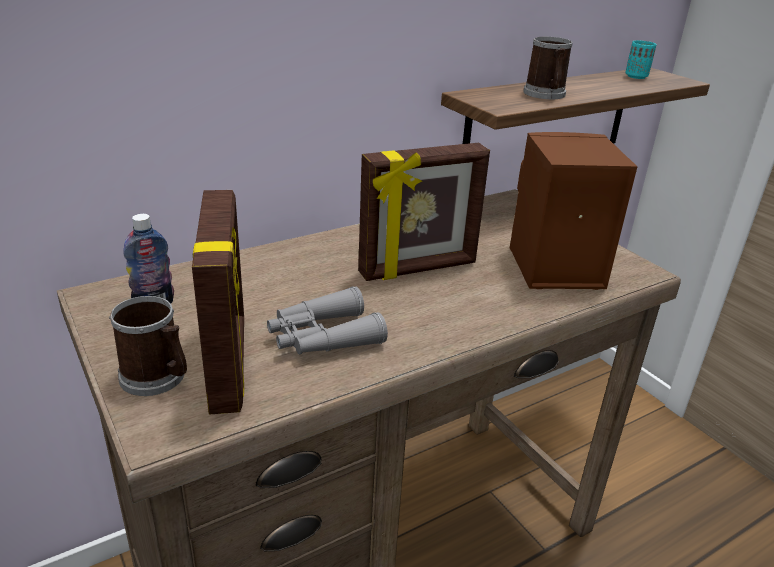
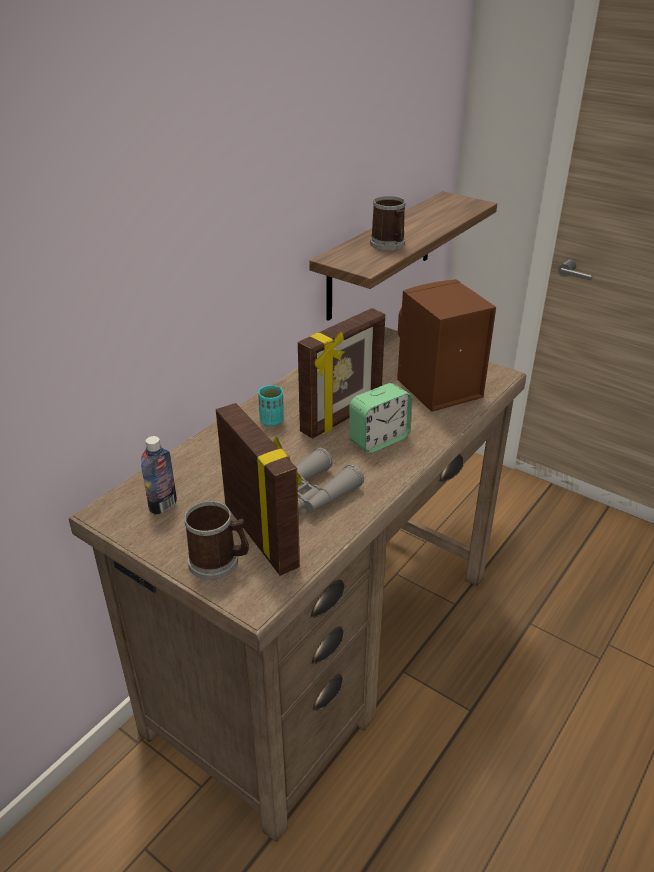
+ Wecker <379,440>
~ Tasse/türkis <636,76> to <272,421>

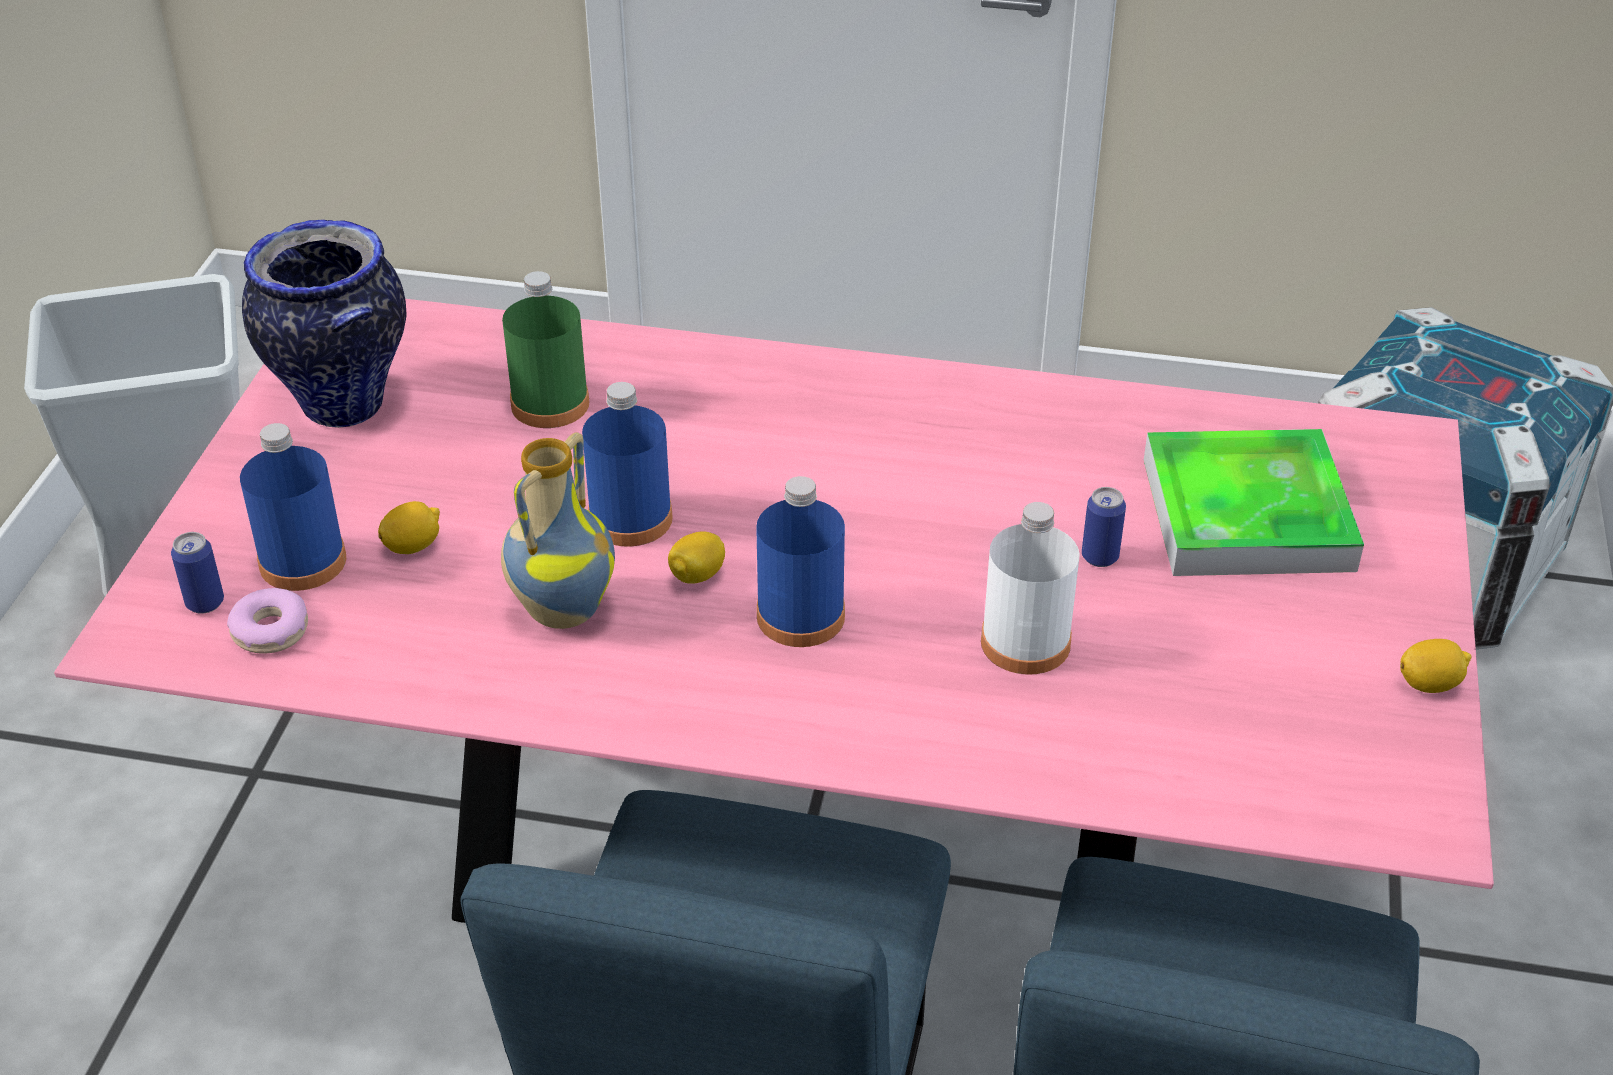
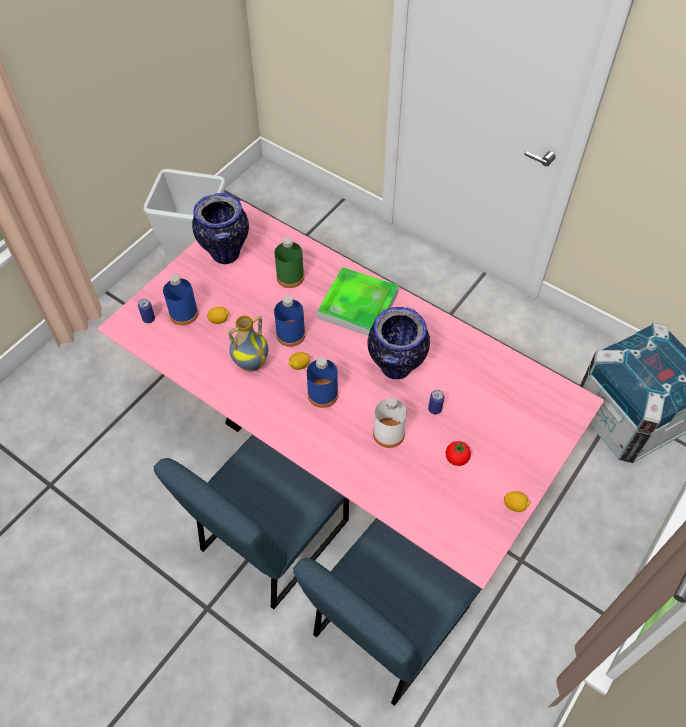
- Donut <271,630>
+ Vase <396,368>
+ Tomate <456,458>
~ Tablett <1247,514> to <358,305>

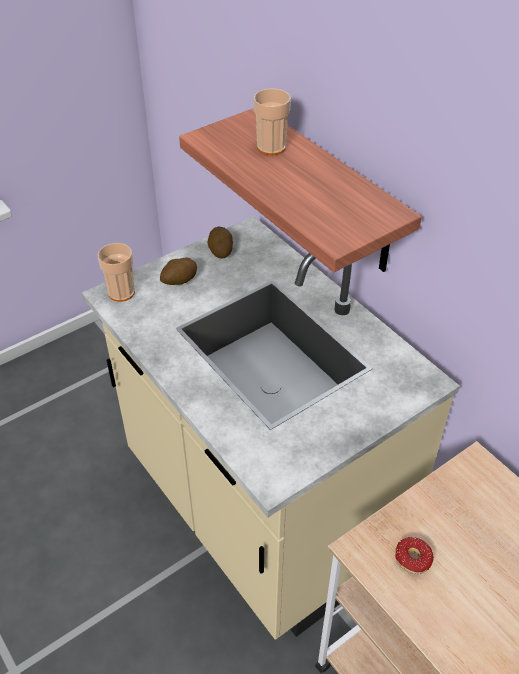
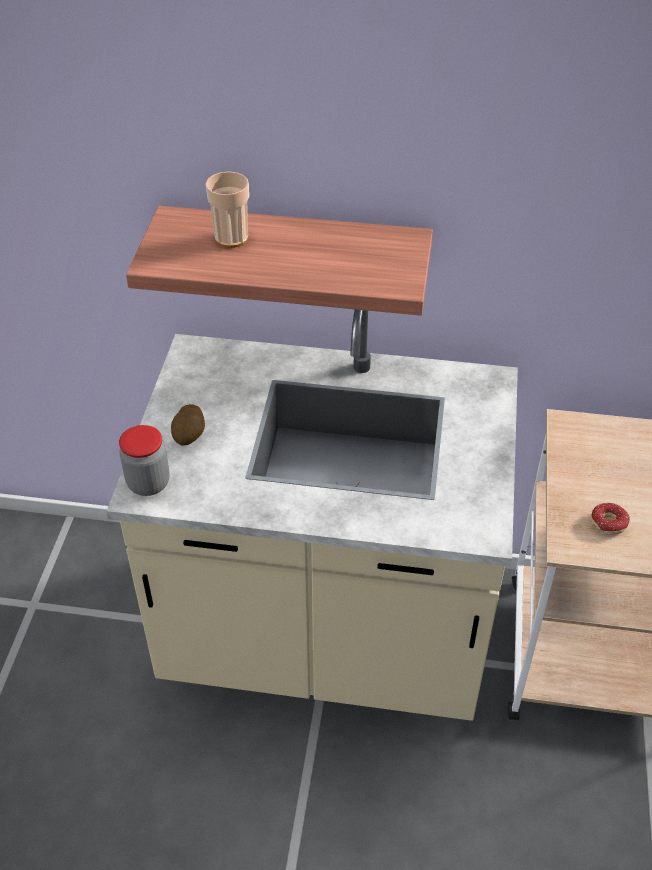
- Kartoffel <220,250>
~ Tasse <121,292> to Vorratsglas <148,483>

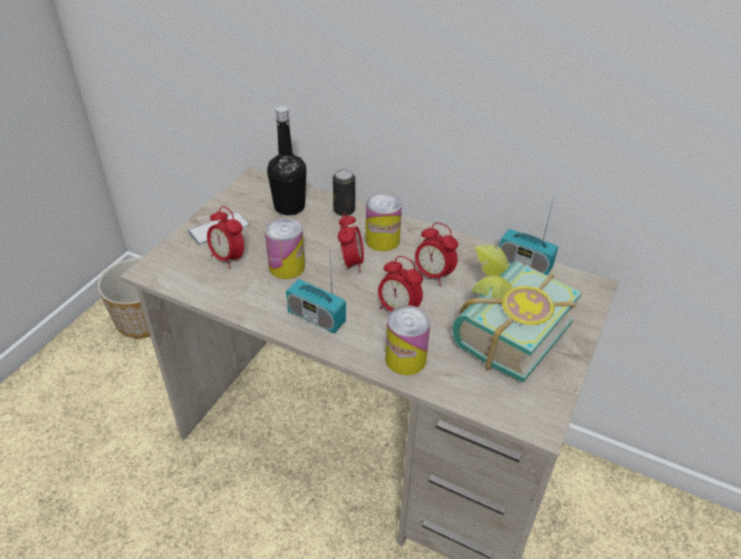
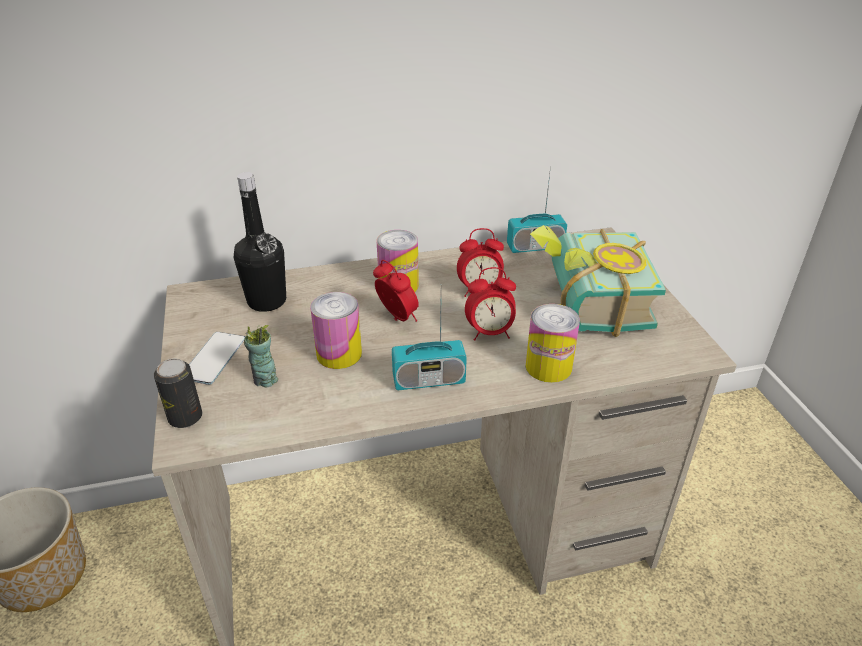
~ Dose <344,210> to <185,418>
~ Wecker <228,258> to Tasse <265,380>

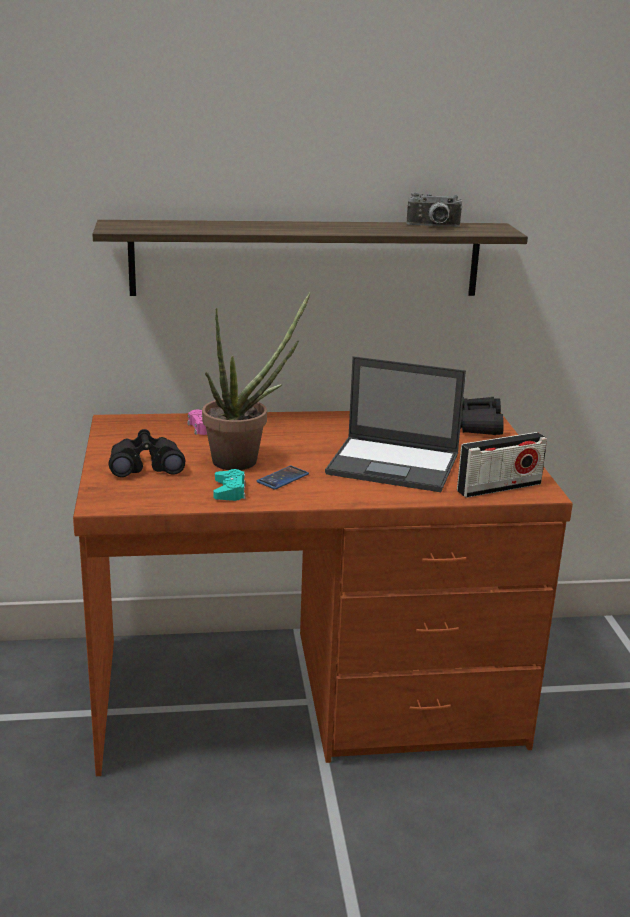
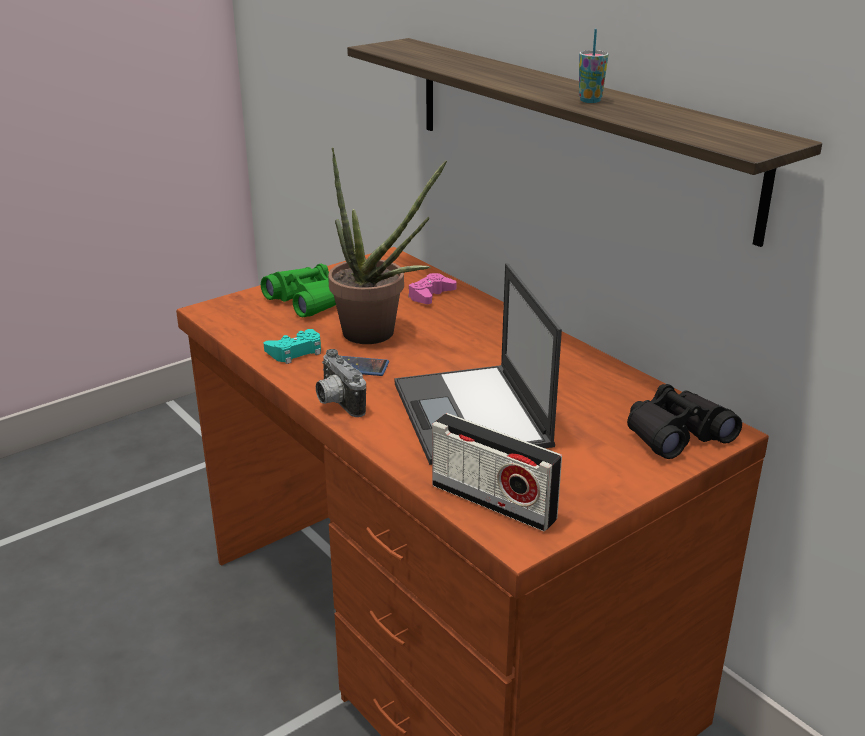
+ Tasse <590,100>
~ Kamera <433,226> to <336,403>
~ Fernglas/schwarz <146,466> to Fernglas/grün <307,301>

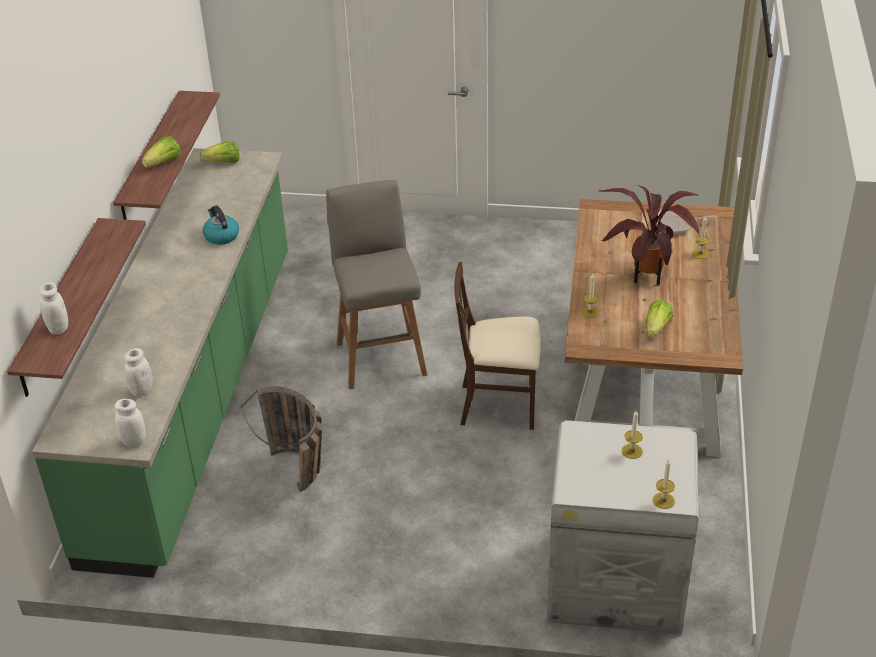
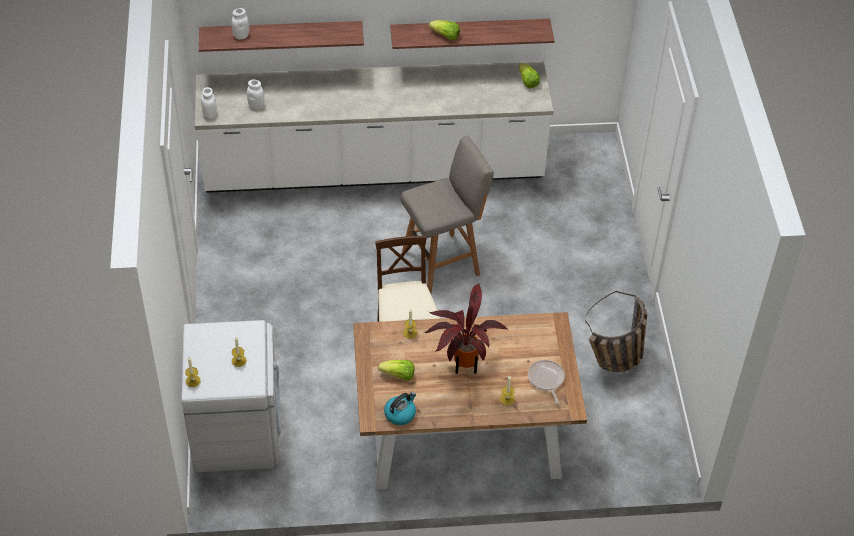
~ Wasserkessel <221,236> to <400,414>
~ Korb <301,477> to <614,364>
~ Küchenzeile/grün <197,397> to Küchenzeile/weiß <374,170>

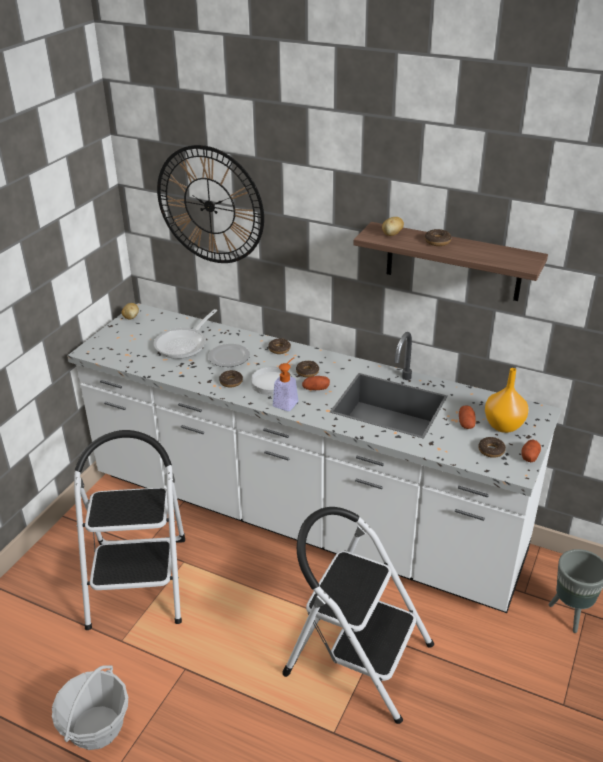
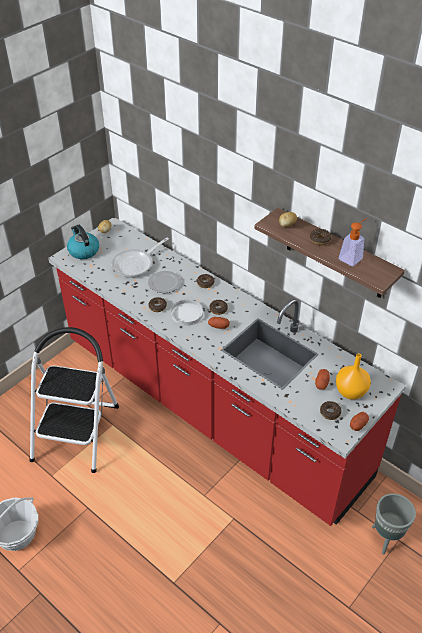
- Wanduhr <209,206>
- Trittleiter <354,657>
+ Wasserkessel <83,251>
~ Seifenspender <287,402> to <352,257>
~ Küchenzeile/weiß <303,518> to Küchenzeile/rot <211,408>

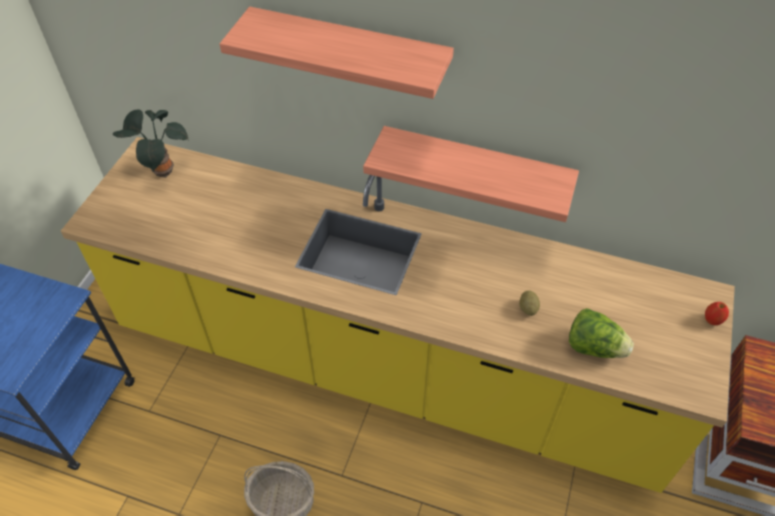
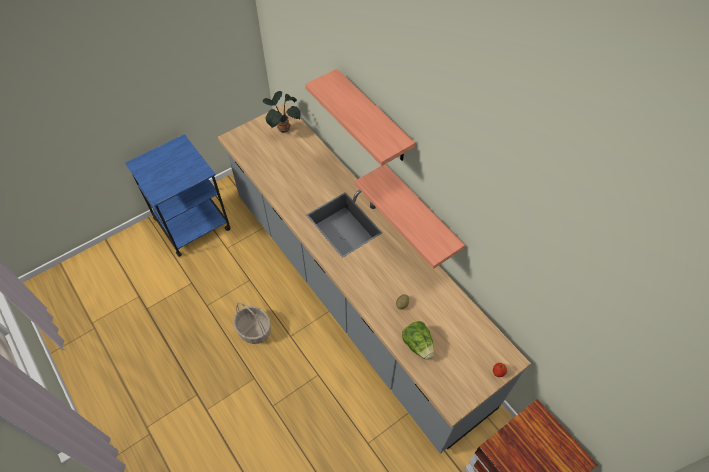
~ Küchenzeile/gelb <387,366> to Küchenzeile/grau <354,296>

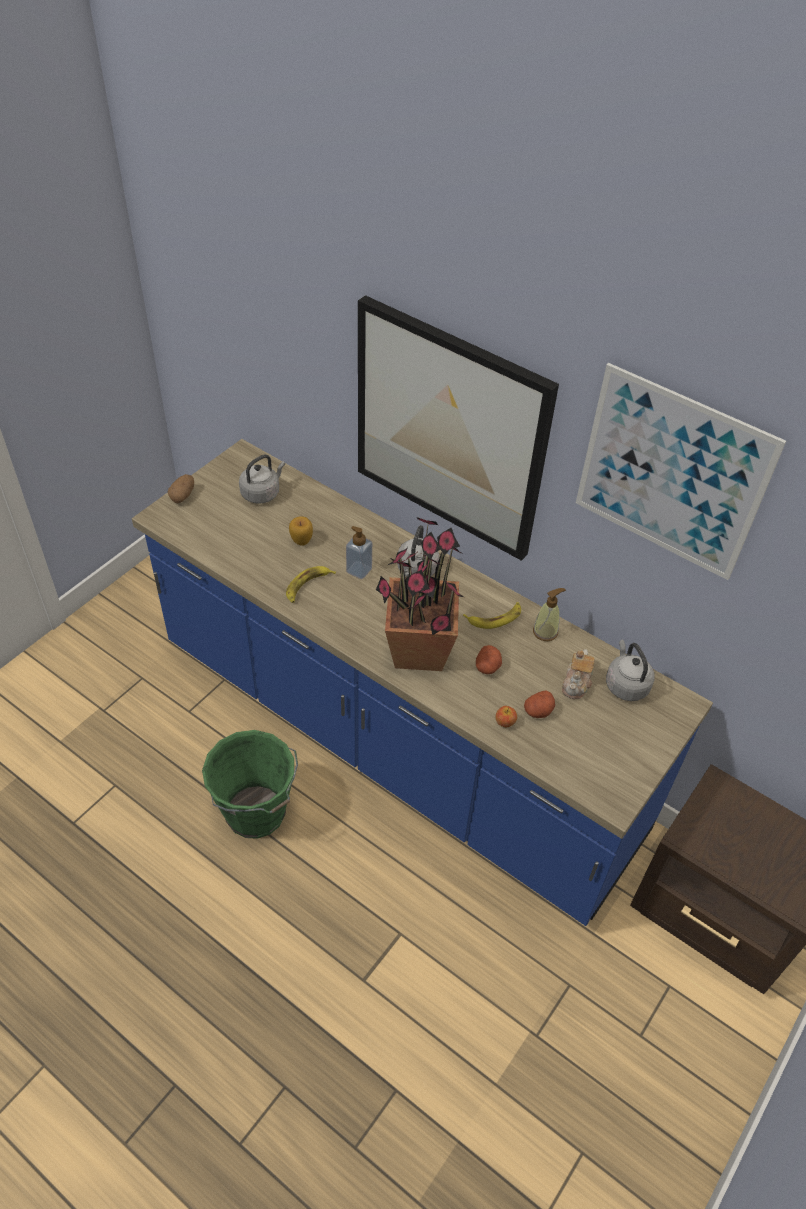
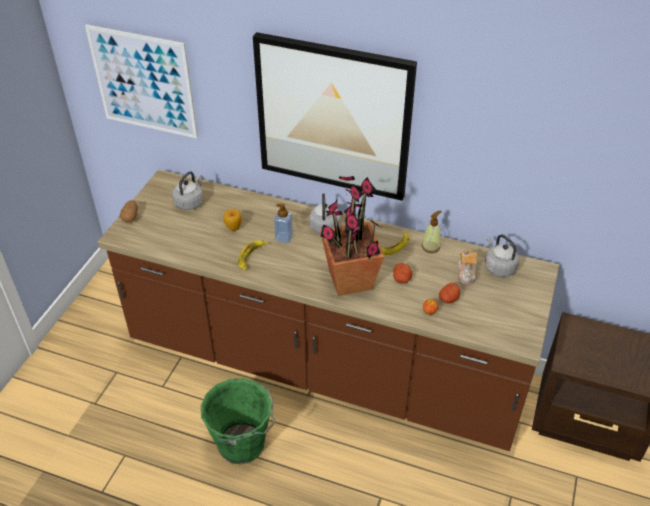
~ Bild <671,474> to <143,82>
~ Küchenzeile/blau <396,739> to Küchenzeile/braun <325,365>

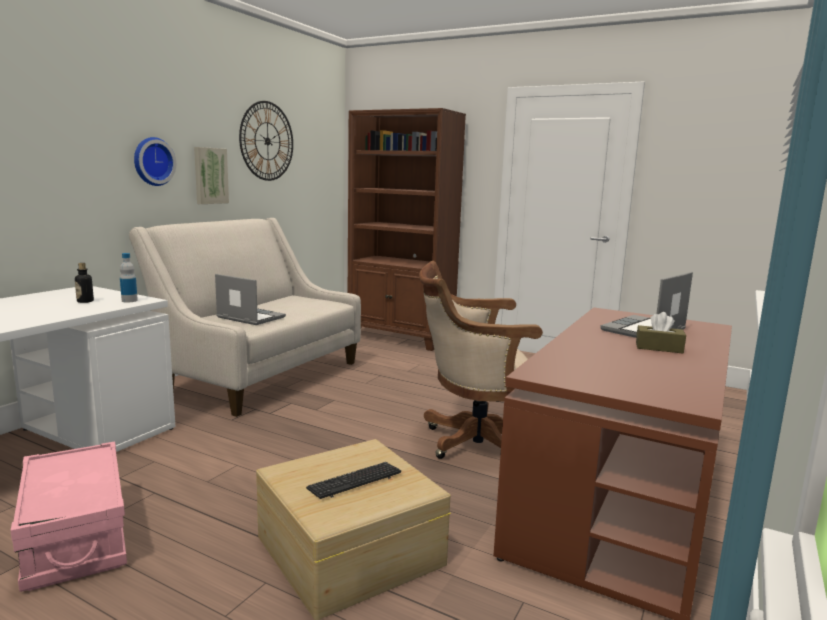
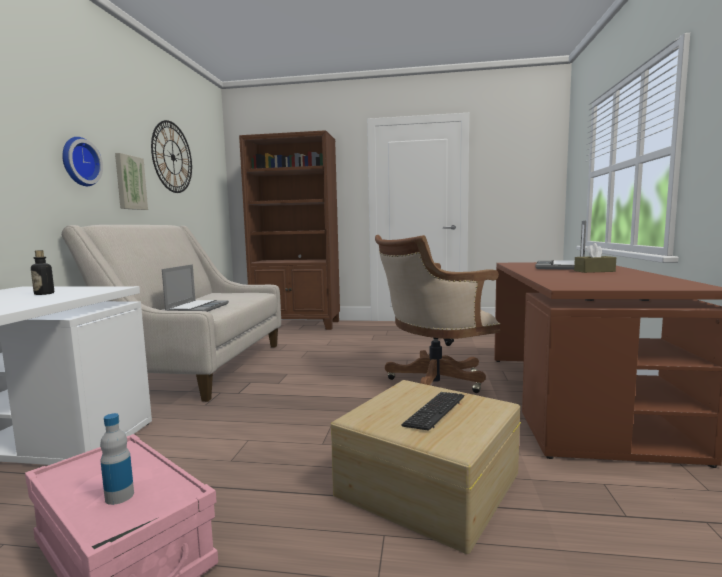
~ Flasche <129,300> to <119,496>
~ Laptop <249,317> = <197,308> 90 degrees clockwise

